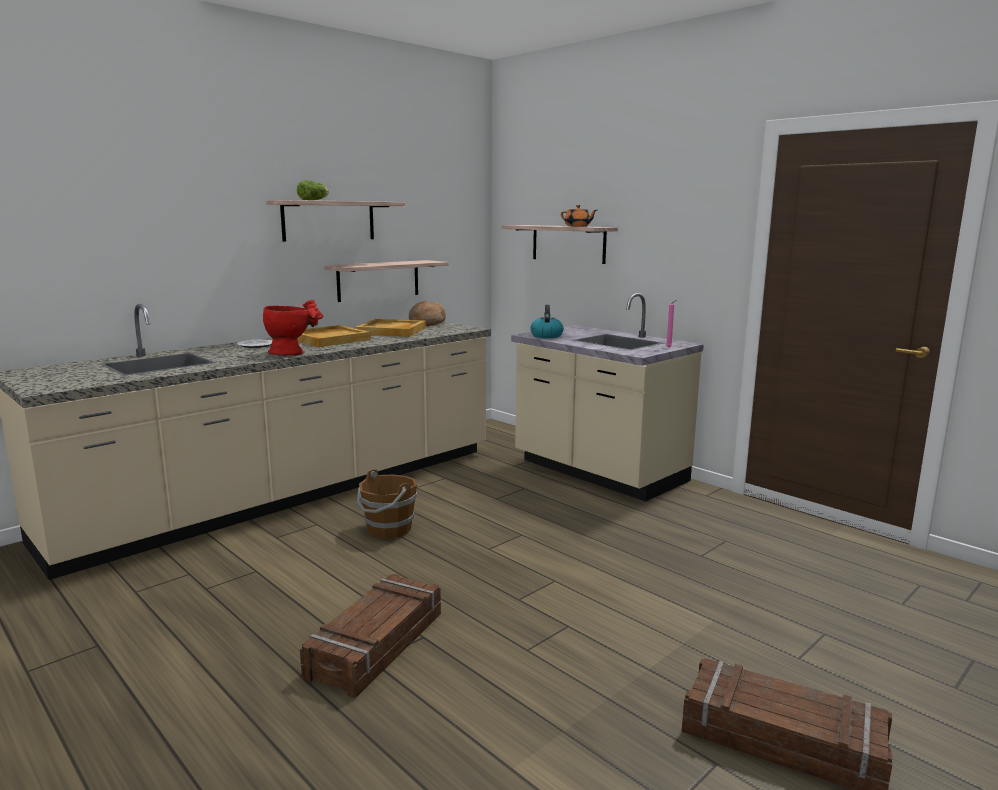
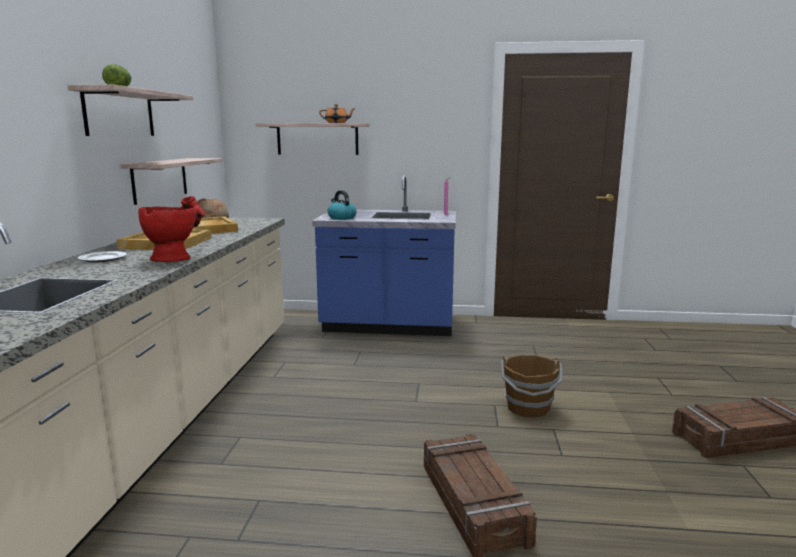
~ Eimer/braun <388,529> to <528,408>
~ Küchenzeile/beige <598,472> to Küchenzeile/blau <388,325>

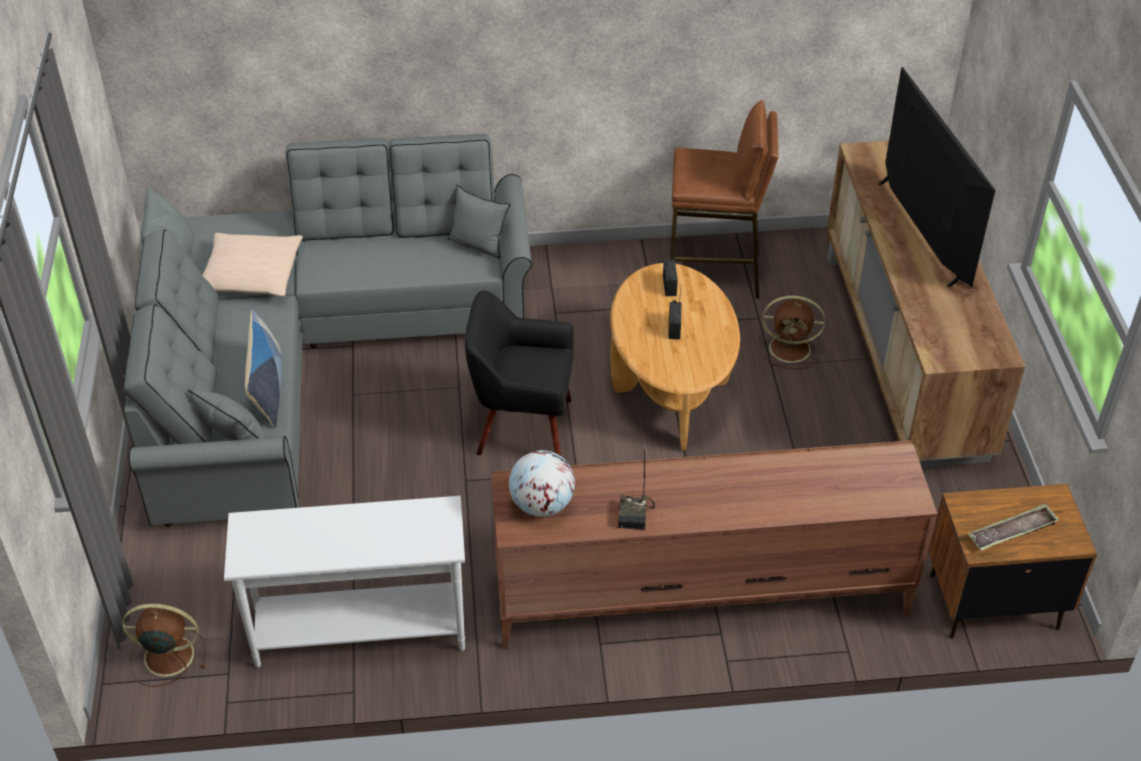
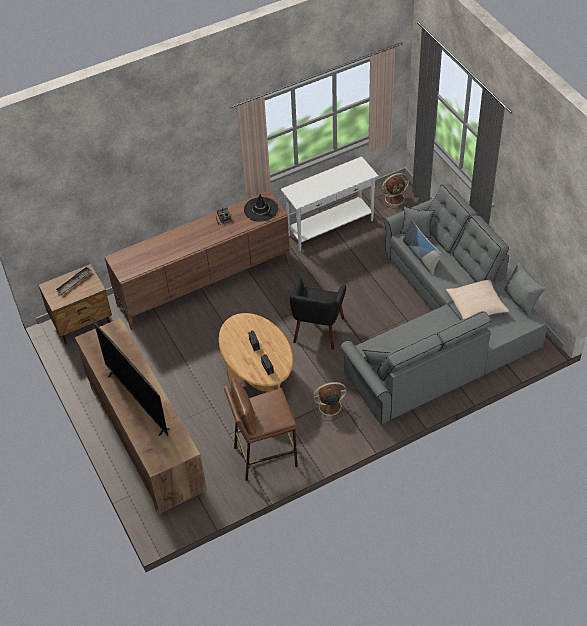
~ Ventilator/braun <792,348> to <329,406>
~ Globus <542,505> to Hut/schwarz <261,209>
~ Sessel/schwarz <522,427> = <317,330> 120 degrees clockwise

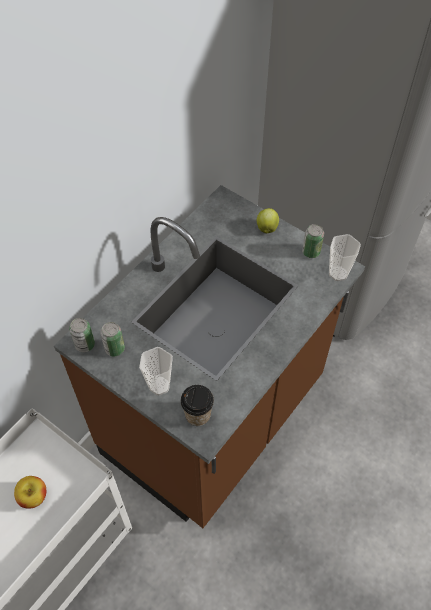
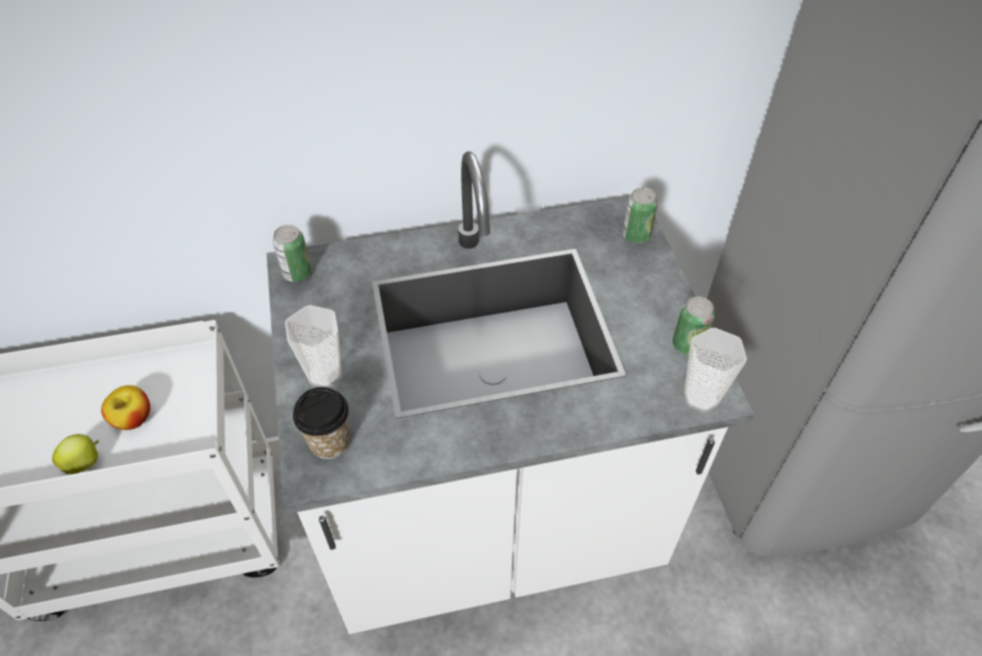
~ Dose <115,348> to <636,235>
~ Apfel <267,228> to <84,462>
~ Küchenzeile/braun <215,420> to Küchenzeile/weiß <491,523>

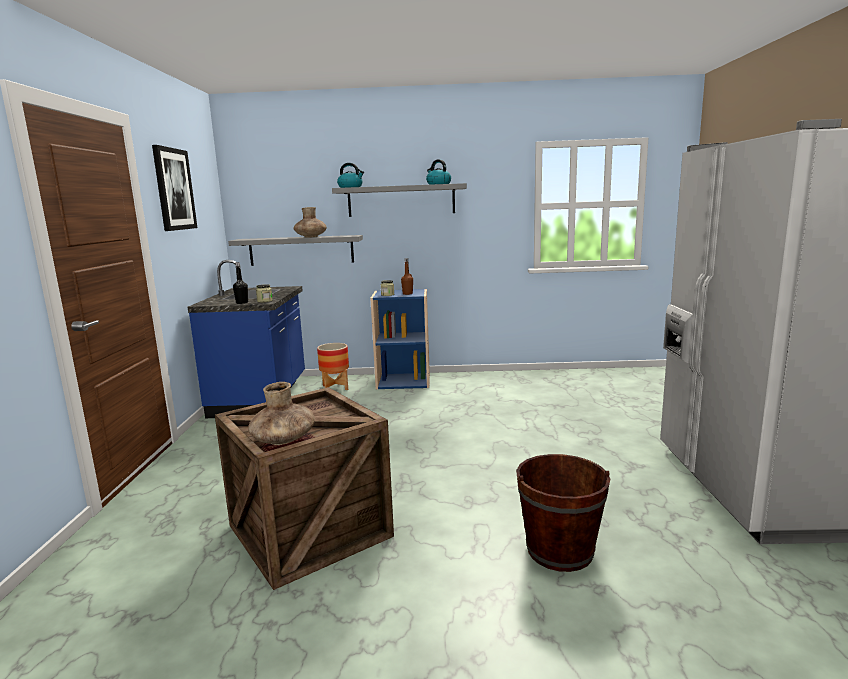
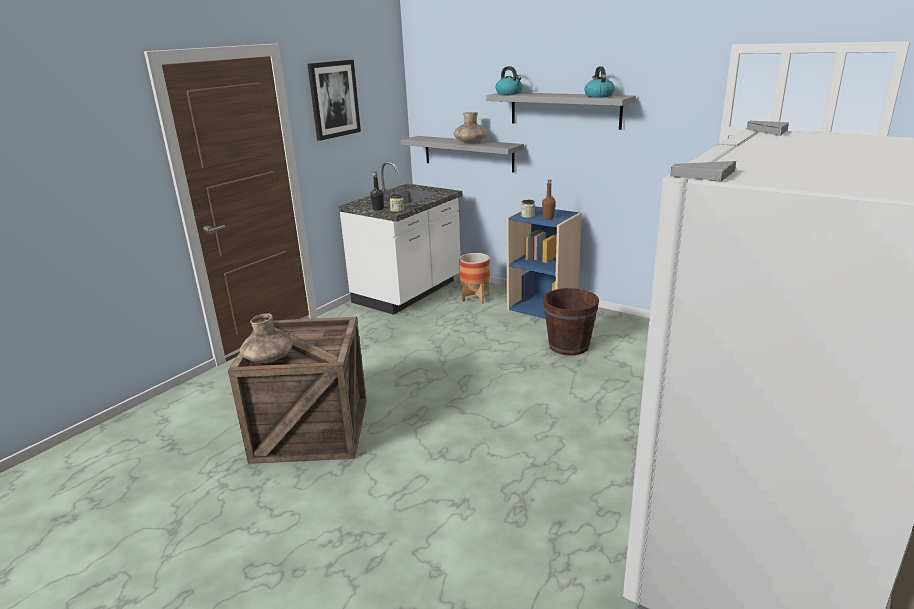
~ Eimer/braun <559,550> to <568,346>
~ Küchenzeile/blau <261,397> to Küchenzeile/weiß <409,292>

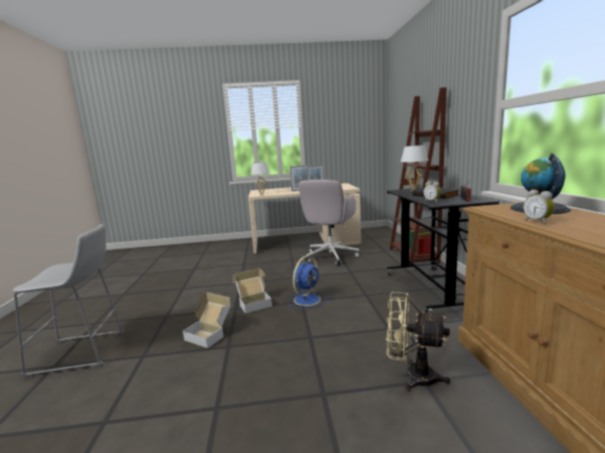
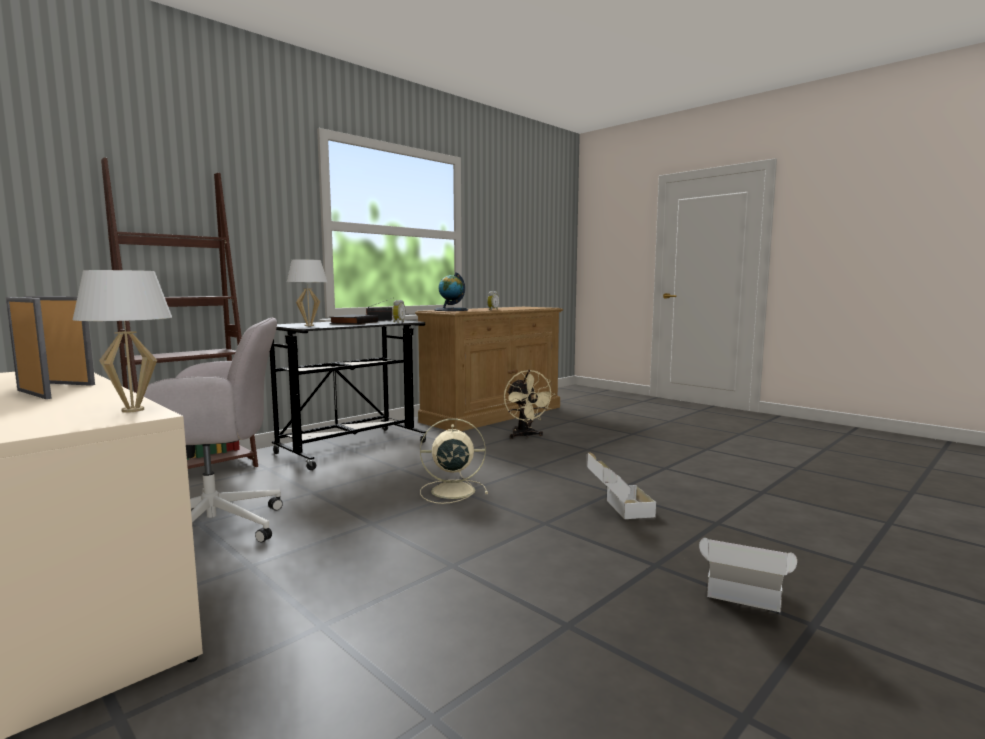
- Hocker/grau <83,352>
~ Karton <253,303> to <742,602>
~ Ventilator/blau <308,299> to Ventilator/beige <451,491>

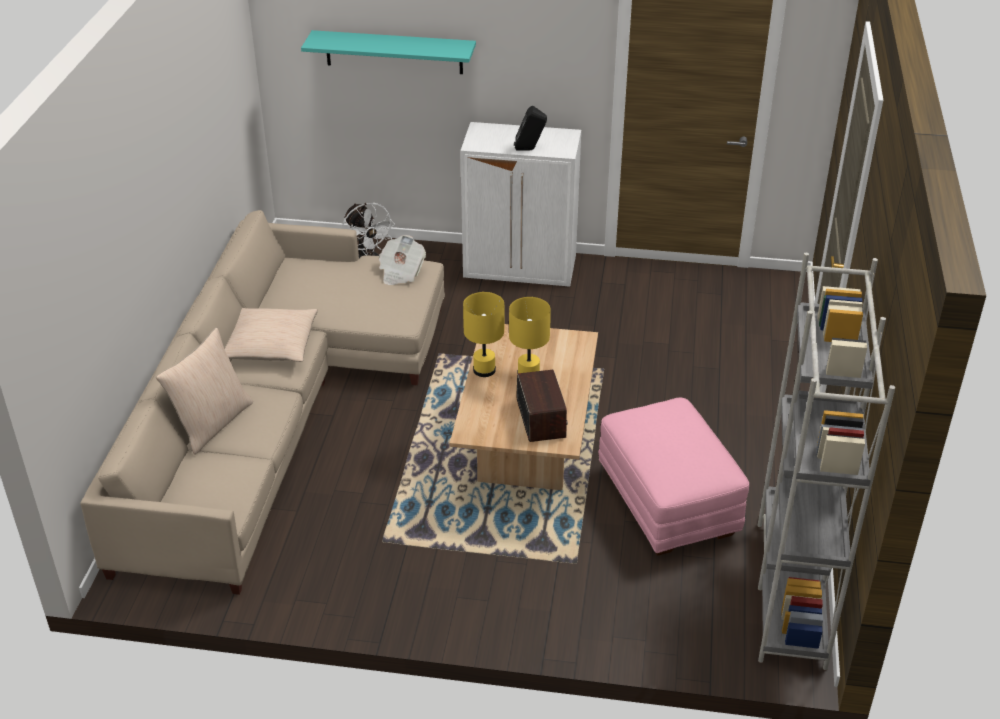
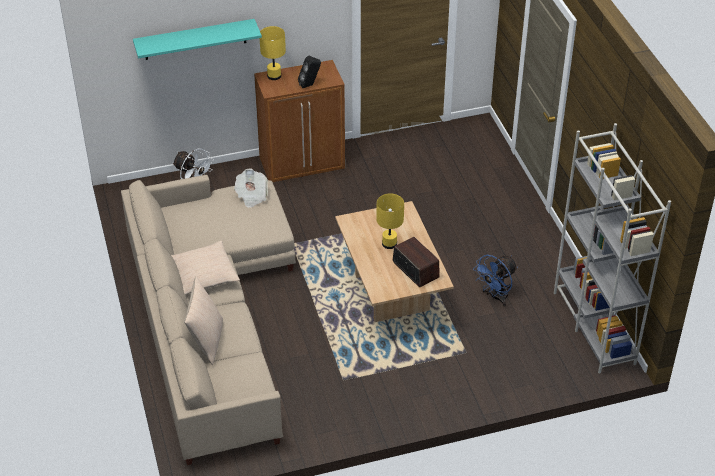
~ Tischlampe/gelb <483,370> to <274,76>
~ Polsterhocker/rosa <667,503> to Ventilator/blau <495,297>
~ Schrank/weiß <520,266> to Schrank/braun <302,162>

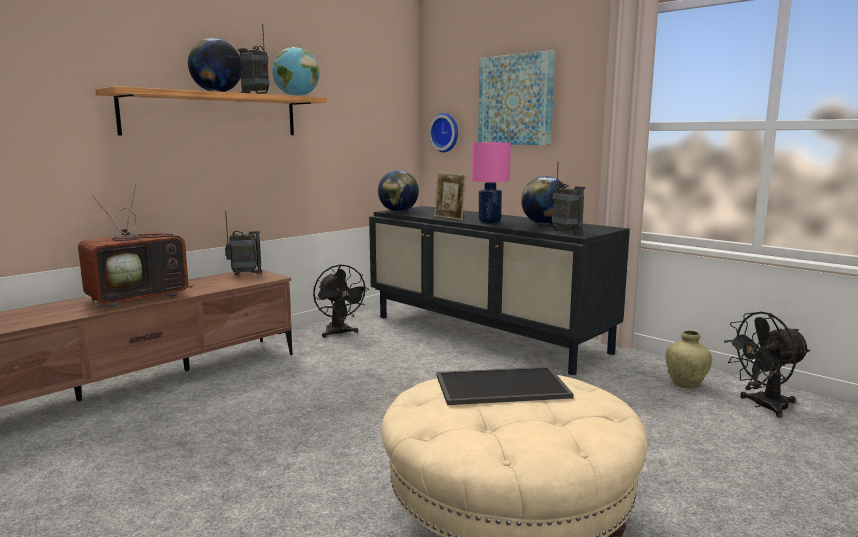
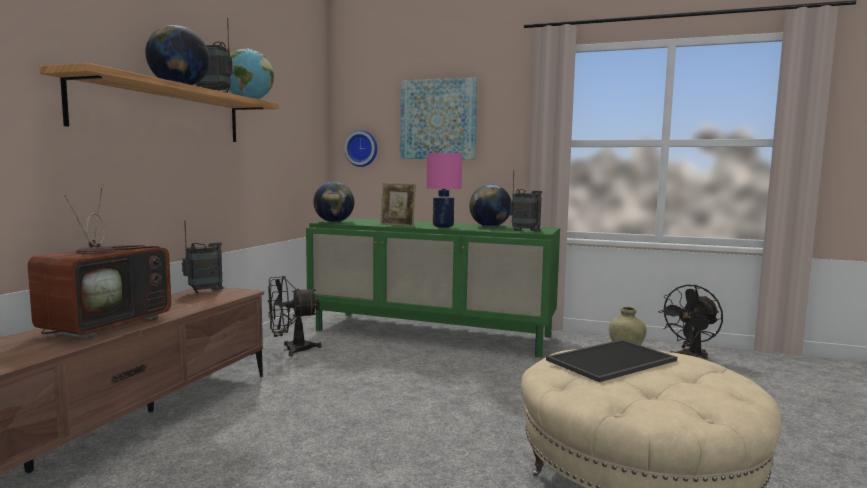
~ Schrank/schwarz <484,334> to Schrank/grün <431,334>
~ Ventilator/schwarz <339,333> = <291,350> 120 degrees clockwise

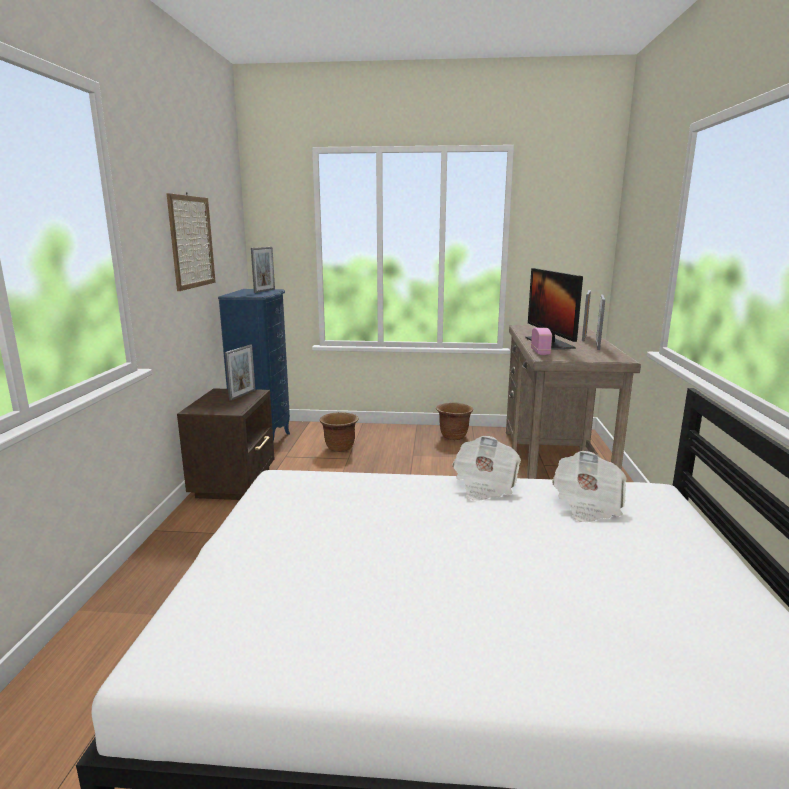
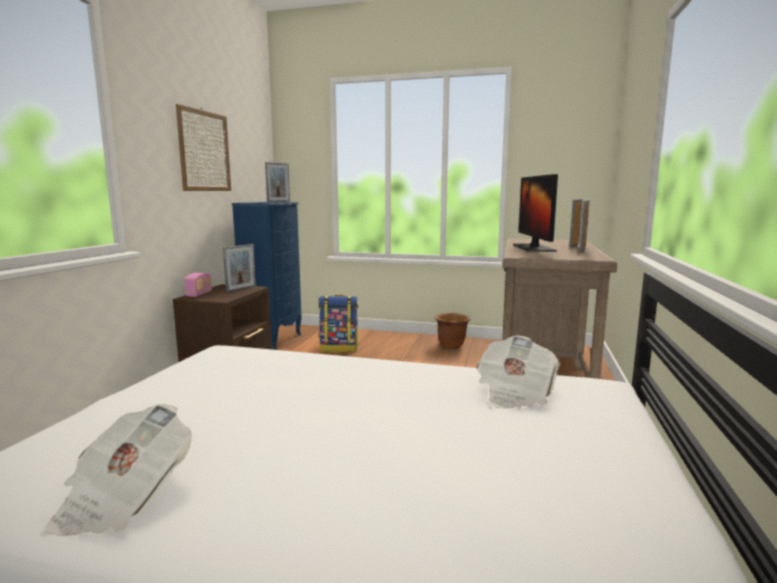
~ Zeitung <484,485> to <124,499>
~ Radio <540,352> to <199,294>
~ Pflanzkübel/braun <340,448> to Rucksack <339,348>

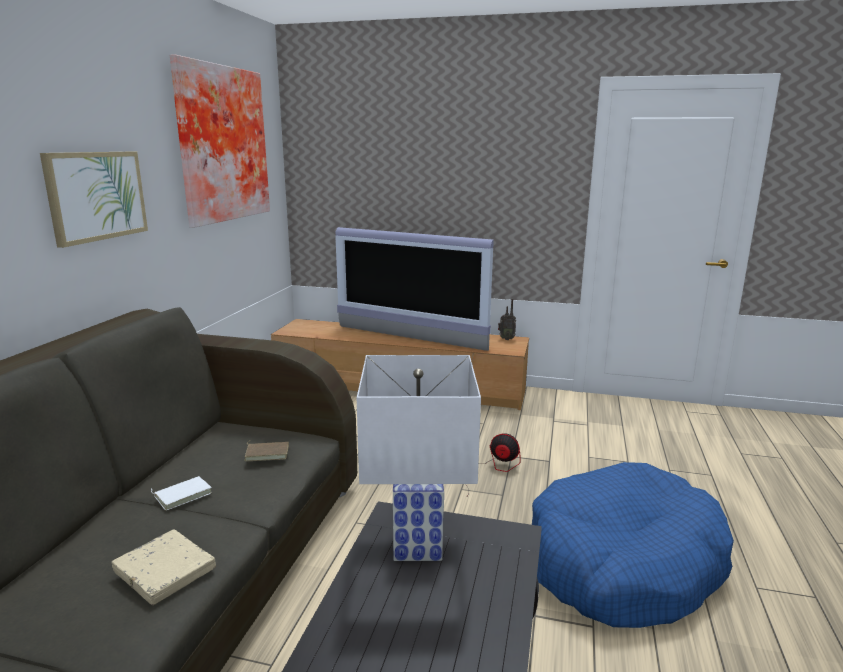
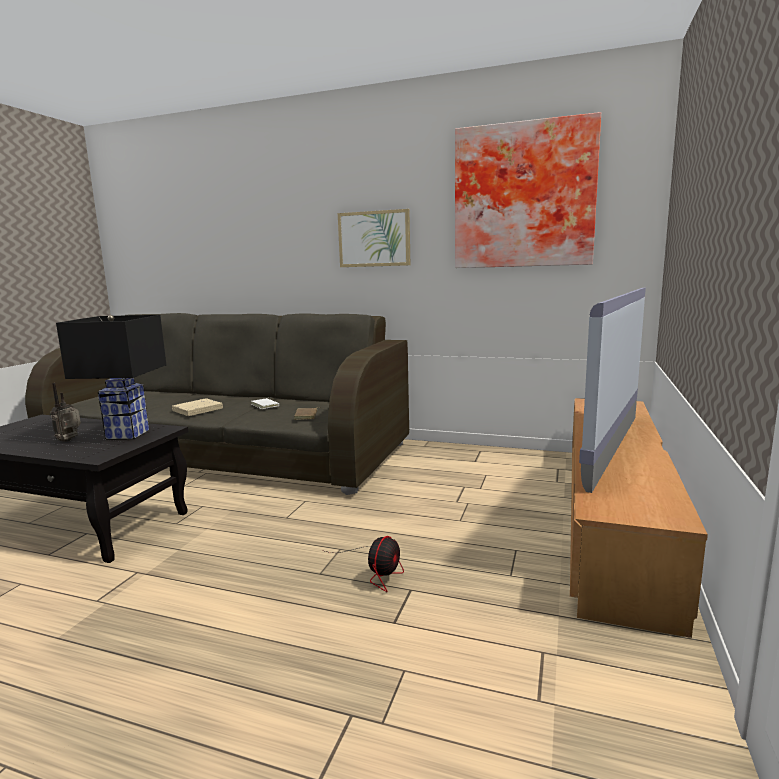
- Hundebett/blau <622,563>
~ Radio <506,339> to <70,440>
~ Tischlampe/weiß <416,546> to Tischlampe/schwarz <127,434>

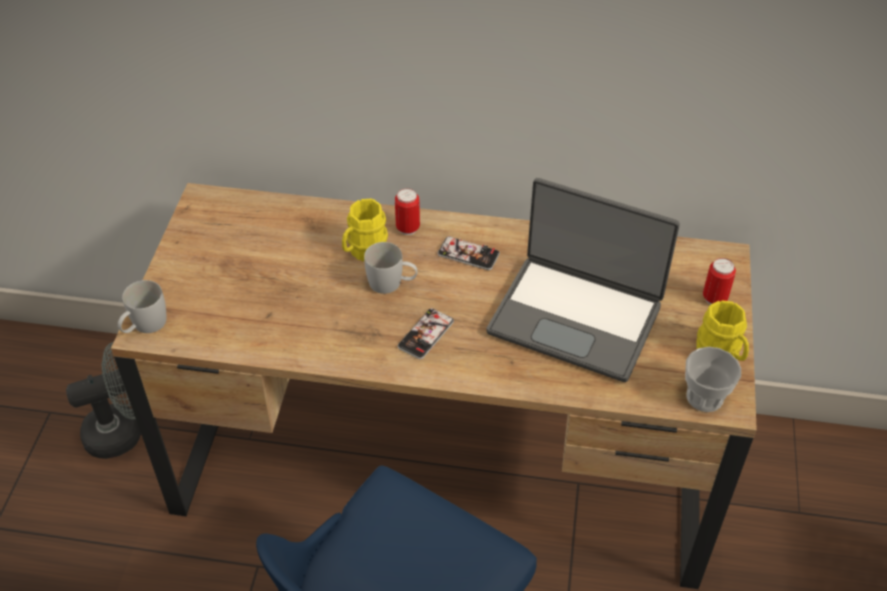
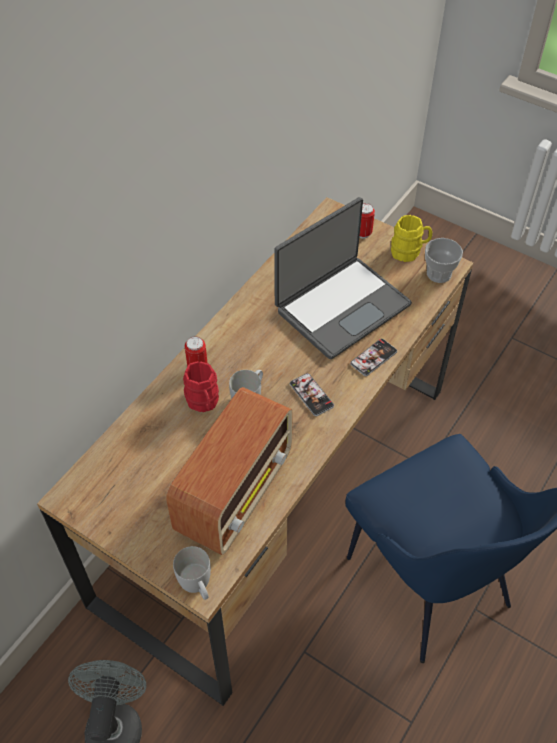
+ Radio <236,492>
~ Handy <468,254> to <373,358>
~ Henkelbecher/gelb <363,250> to Henkelbecher/rot <203,403>

